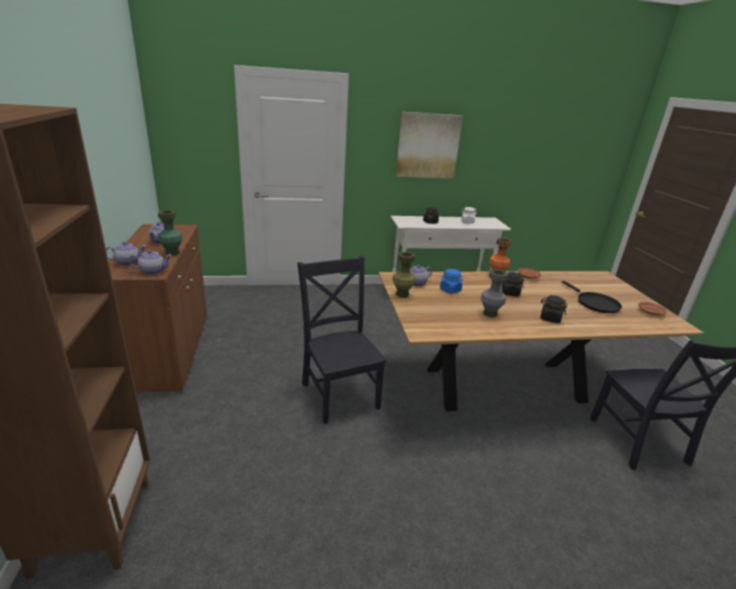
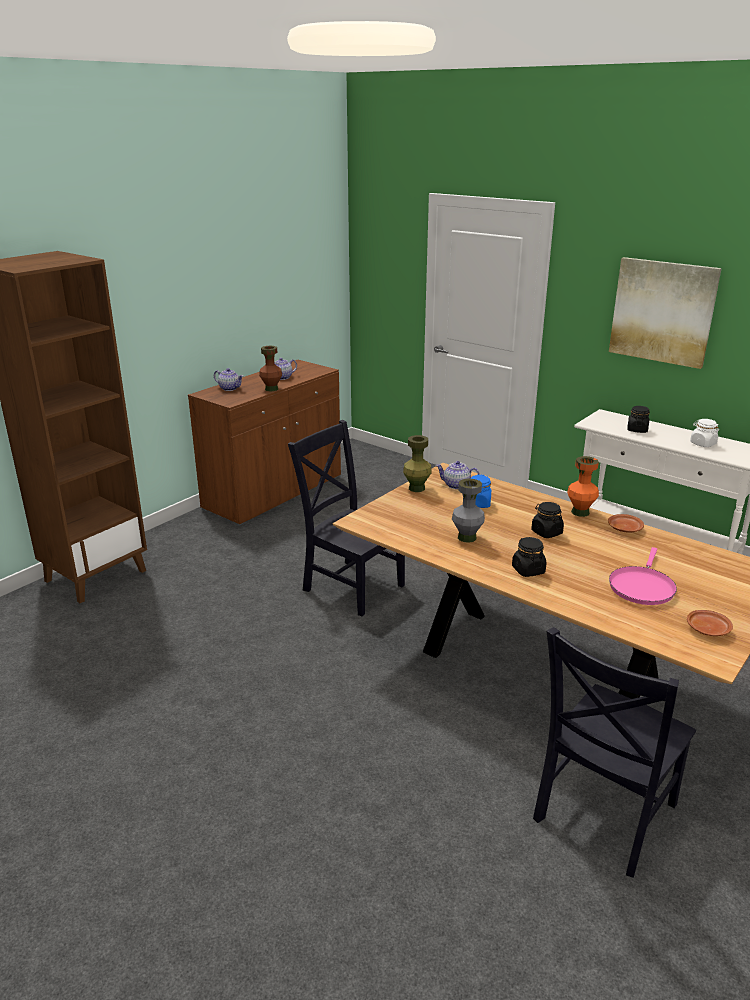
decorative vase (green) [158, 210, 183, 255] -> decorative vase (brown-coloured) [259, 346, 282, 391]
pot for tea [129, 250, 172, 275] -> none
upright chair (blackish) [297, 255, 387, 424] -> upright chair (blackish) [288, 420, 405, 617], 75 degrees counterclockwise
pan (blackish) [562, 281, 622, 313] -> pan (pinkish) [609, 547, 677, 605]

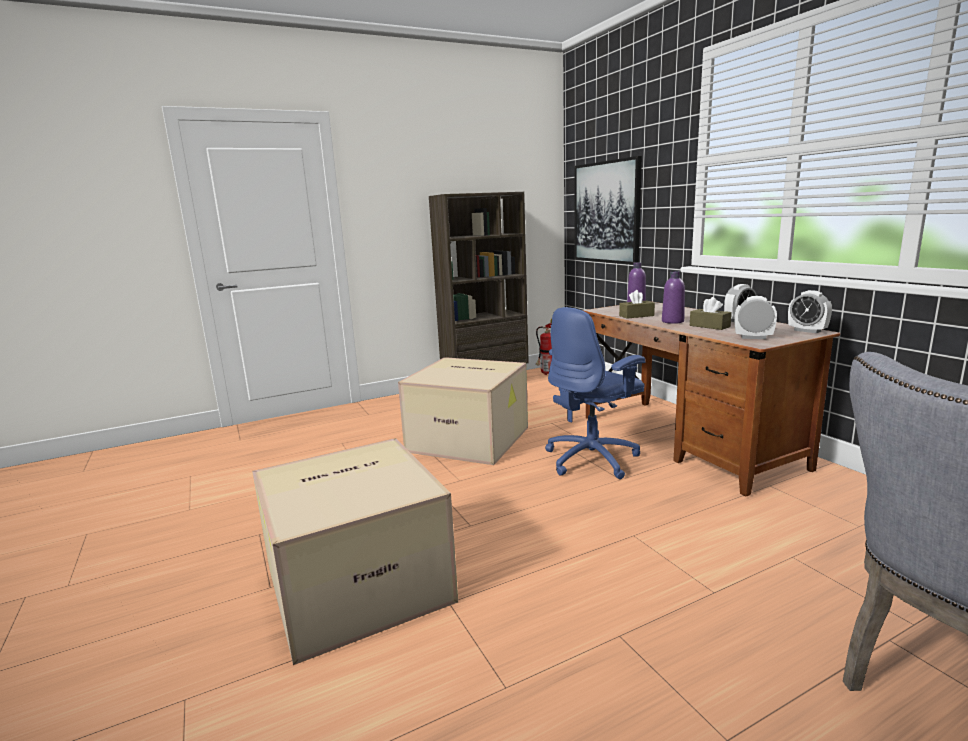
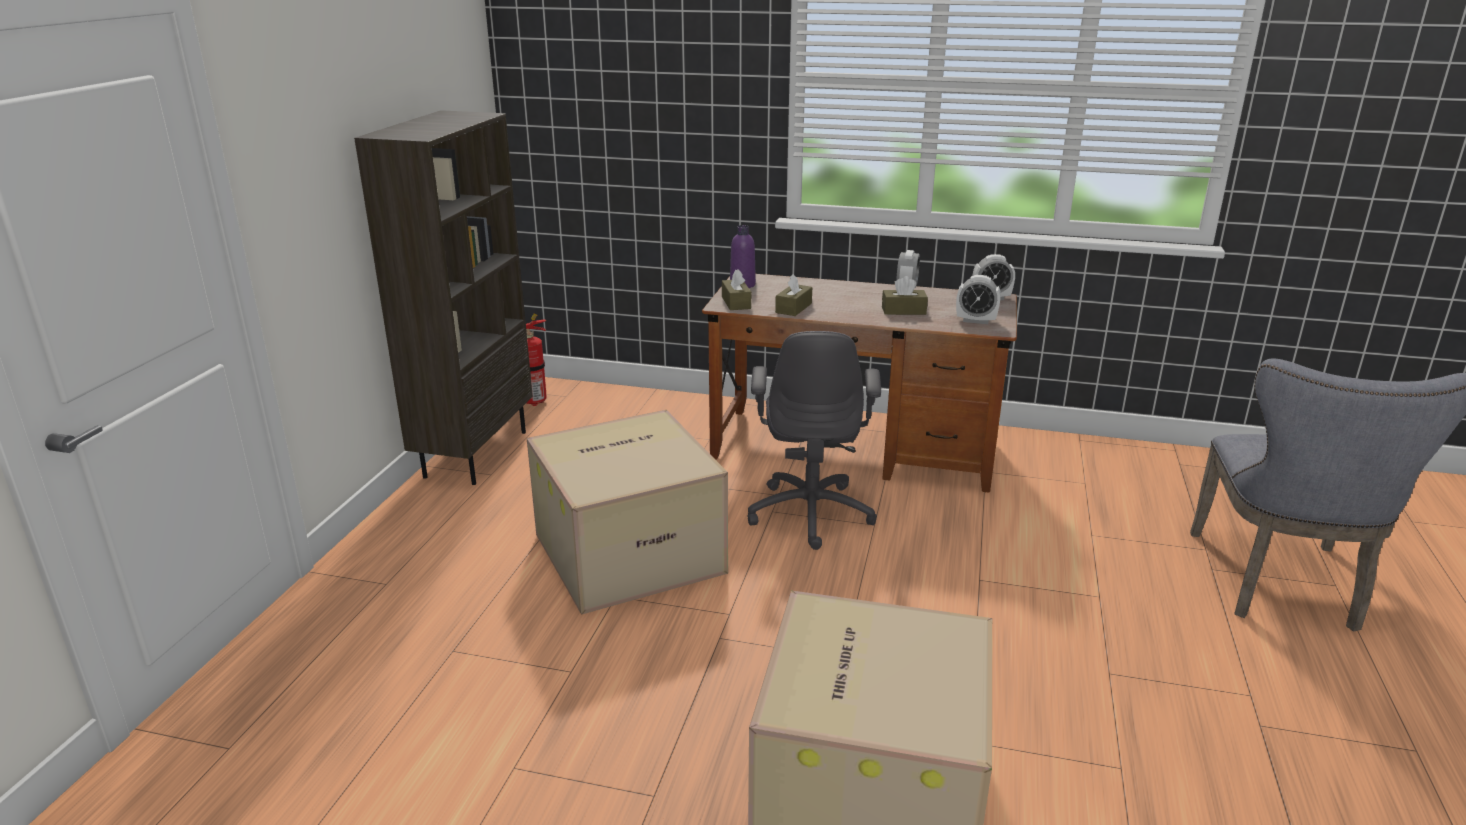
wall picture [574, 156, 642, 265] -> none
drink bottle (purple-coloured) [662, 271, 685, 324] -> none
table clock [734, 296, 777, 339] -> table clock [956, 275, 1001, 324], 135 degrees counterclockwise
office chair (blue-coloured) [545, 307, 646, 479] -> office chair (grey) [747, 331, 881, 550]
none -> tissue holder (brown-coloured) [722, 270, 751, 310]

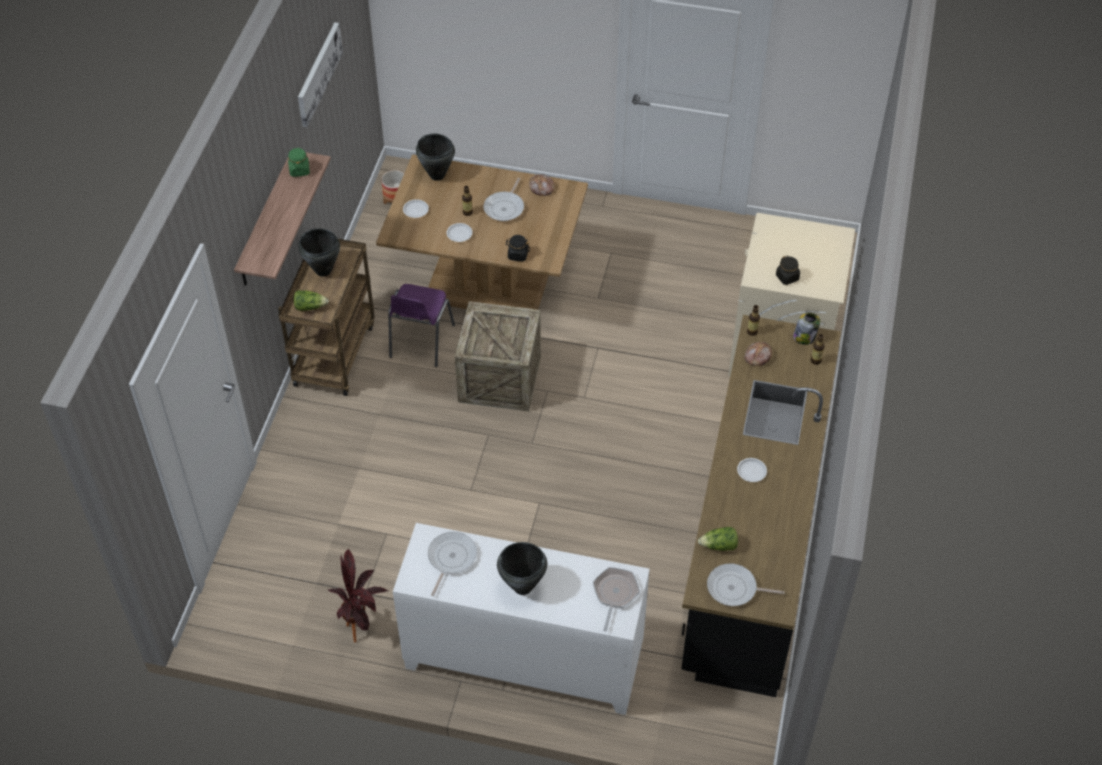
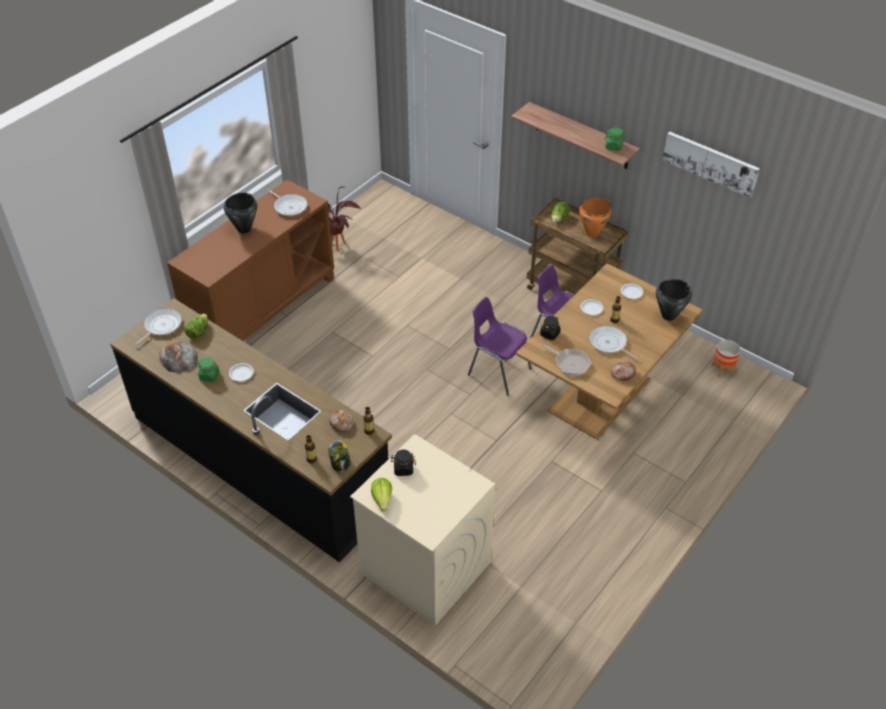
stockpot (blackish) [299, 228, 340, 277] -> stockpot (orange) [579, 198, 612, 237]
shipping crate [455, 301, 541, 411] -> upright chair (purple-coloured) [468, 297, 531, 396]
cupboard (whitish) [393, 523, 650, 715] -> cupboard (brown-coloured) [167, 180, 334, 341]
pan [593, 567, 640, 631] -> pan [541, 344, 592, 376], shifted
none -> bakery bread [159, 342, 198, 373]
none -> storage jar (green) [196, 357, 220, 382]
none -> head of lettuce [371, 478, 392, 512]

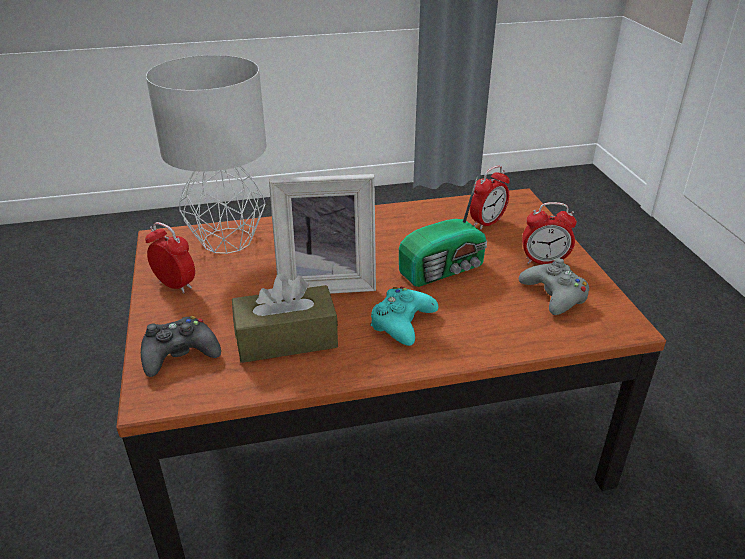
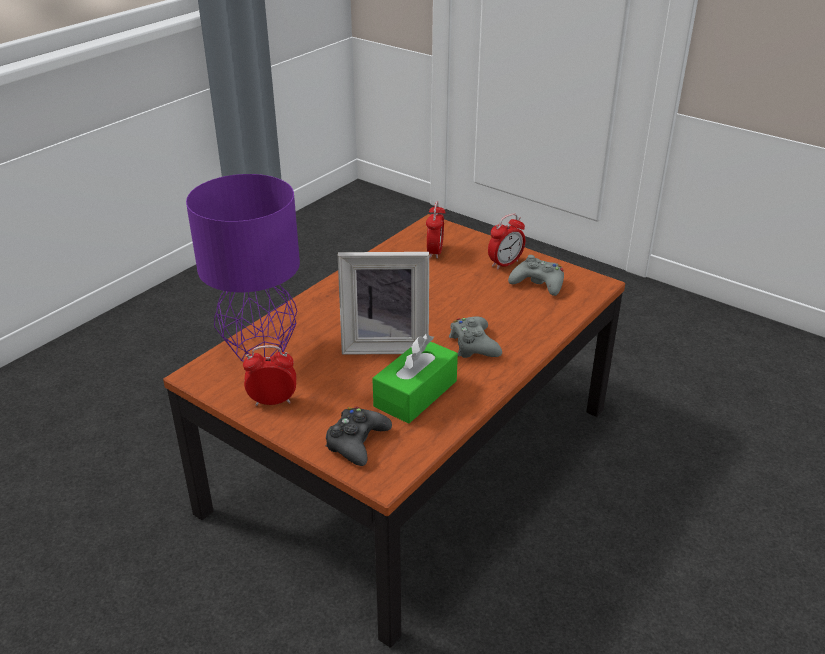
table lamp (grey) [146, 55, 266, 254] -> table lamp (purple-coloured) [186, 174, 300, 362]
photo frame [269, 174, 376, 294] -> photo frame [338, 252, 429, 355], 45 degrees clockwise
radio set [399, 177, 487, 287] -> none
tissue holder (brown-coloured) [232, 273, 338, 363] -> tissue holder (green) [372, 334, 458, 424]
joypad (turquoise) [370, 287, 438, 346] -> joypad (grey) [449, 316, 502, 358]

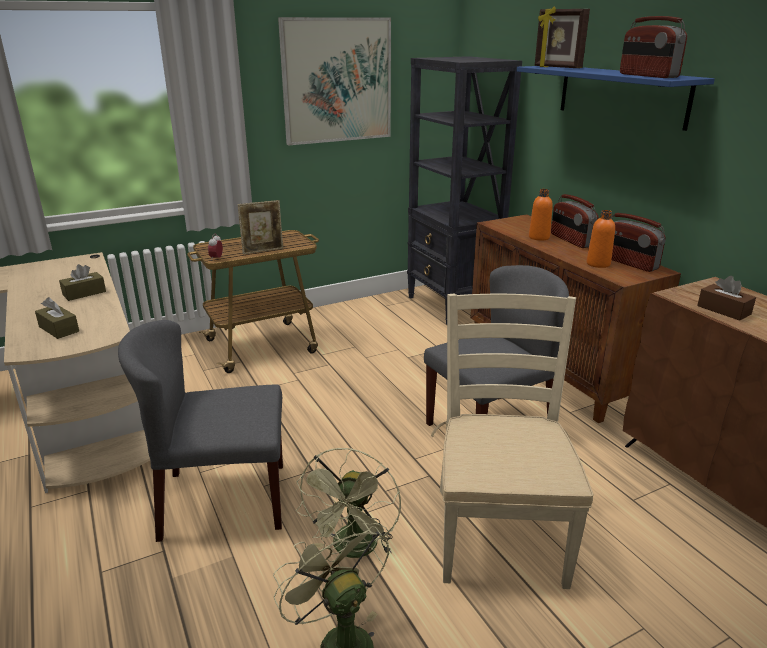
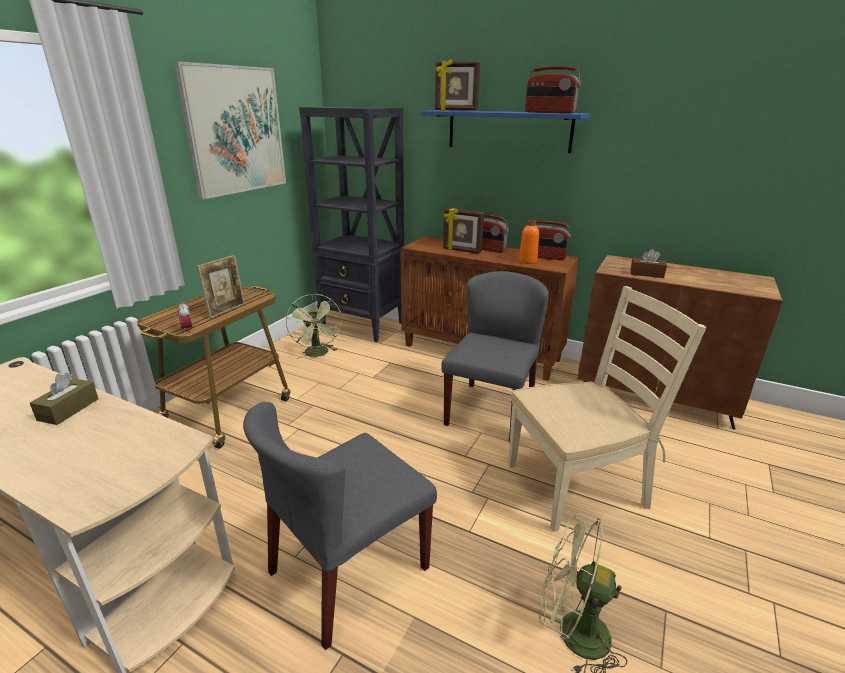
drink bottle (orange) [529, 189, 553, 241] -> photo frame [443, 208, 484, 254]
upright chair (beige-coloured) [431, 293, 594, 589] -> upright chair (beige-coloured) [508, 286, 706, 532], 105 degrees clockwise
tissue holder (brown-coloured) [35, 297, 79, 339] -> none
fan (green) [296, 448, 401, 558] -> fan (green) [286, 294, 342, 359], shifted

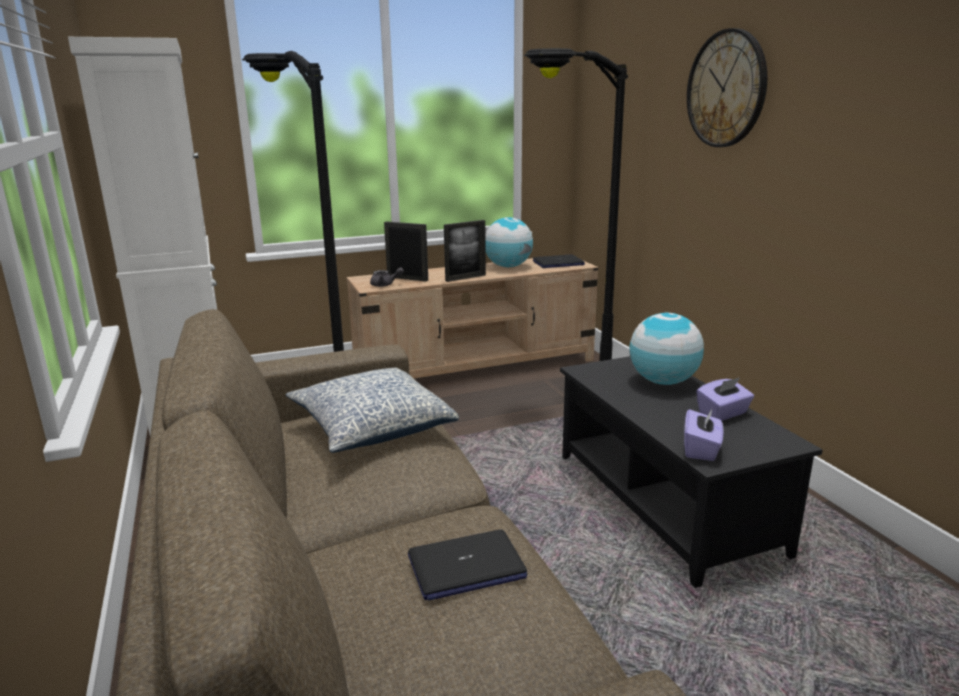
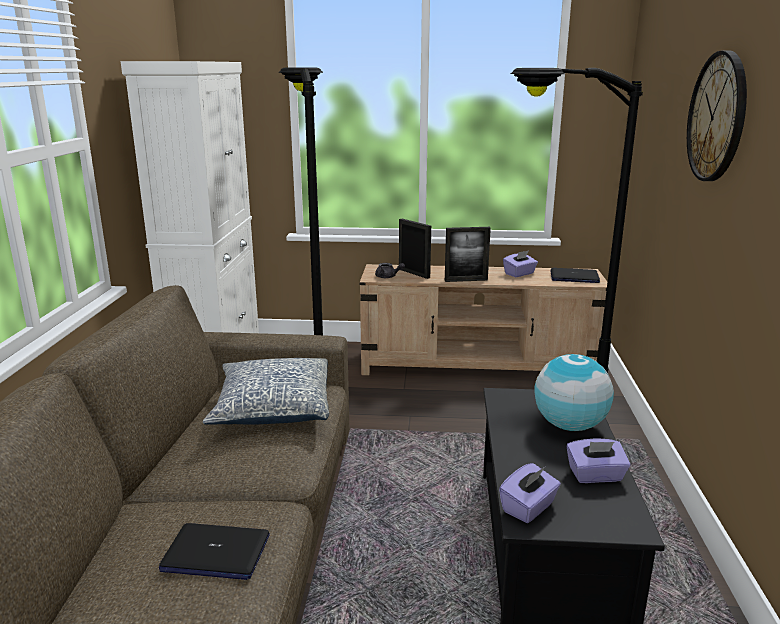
world globe [485, 217, 533, 267] -> tissue holder (purple-coloured) [503, 250, 538, 277]

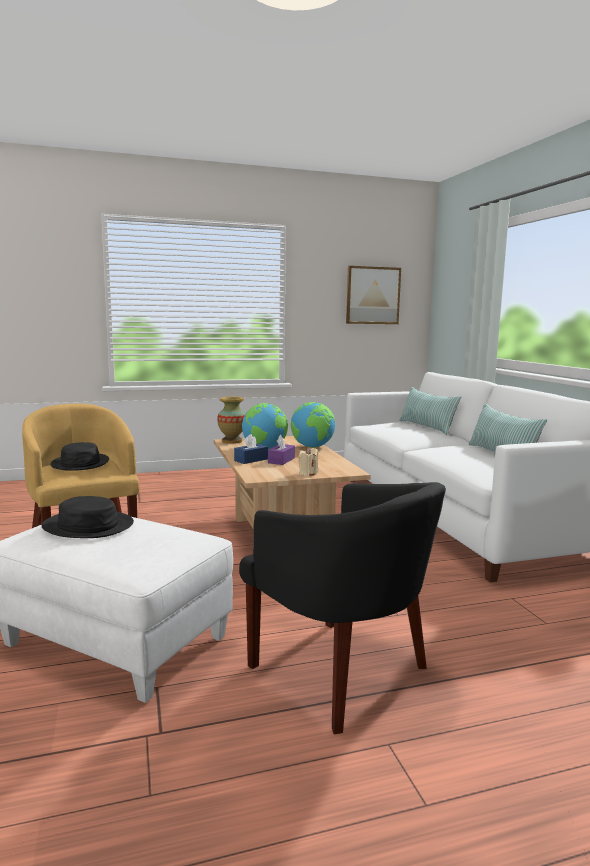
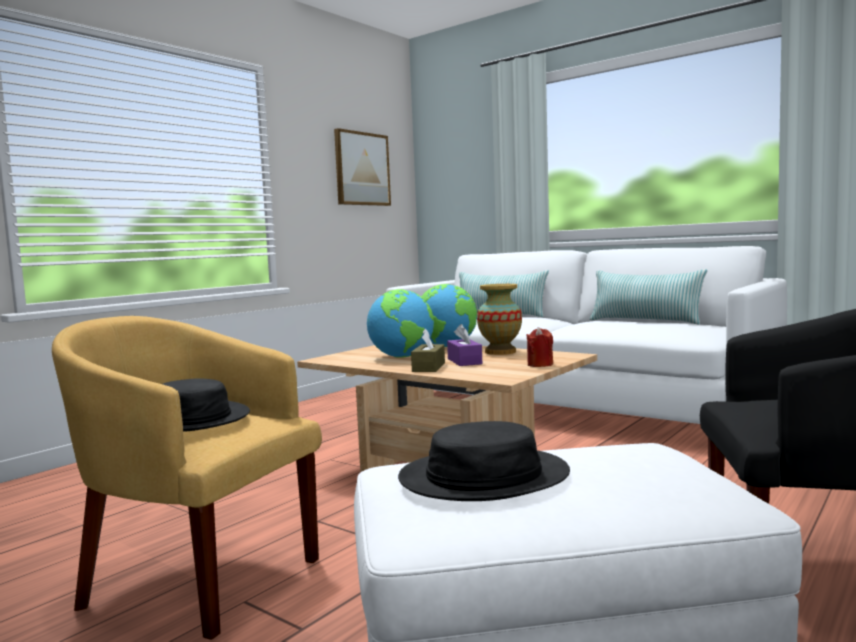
decorative vase [217, 396, 245, 444] -> decorative vase [477, 284, 522, 355], shifted
tissue holder (blue-coloured) [234, 434, 268, 464] -> tissue holder (brown-coloured) [411, 328, 445, 372]
wax light (beige-coloured) [298, 447, 318, 476] -> wax light (reddish) [526, 327, 553, 367]

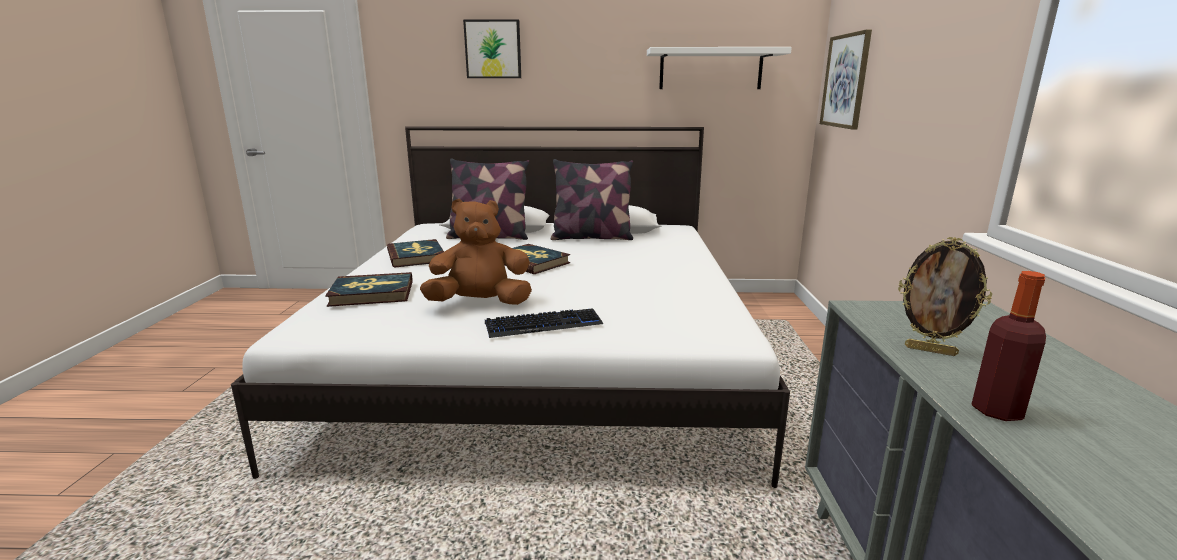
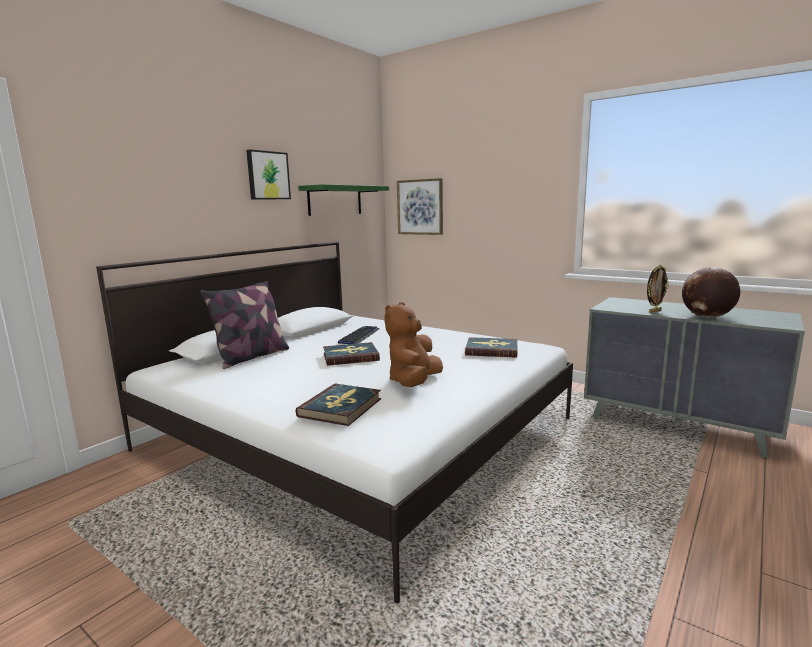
wall picture [463, 19, 521, 78] -> wall picture [246, 149, 291, 199], shifted
shelf (whitish) [647, 47, 792, 89] -> shelf (green) [298, 184, 389, 216]
throw pillow [550, 159, 633, 240] -> none
bound book [387, 239, 444, 268] -> bound book [465, 337, 517, 358], shifted
drink bottle [972, 271, 1046, 421] -> world globe [682, 267, 740, 318]
computer keyboard [485, 308, 603, 338] -> computer keyboard [338, 326, 379, 344], shifted

